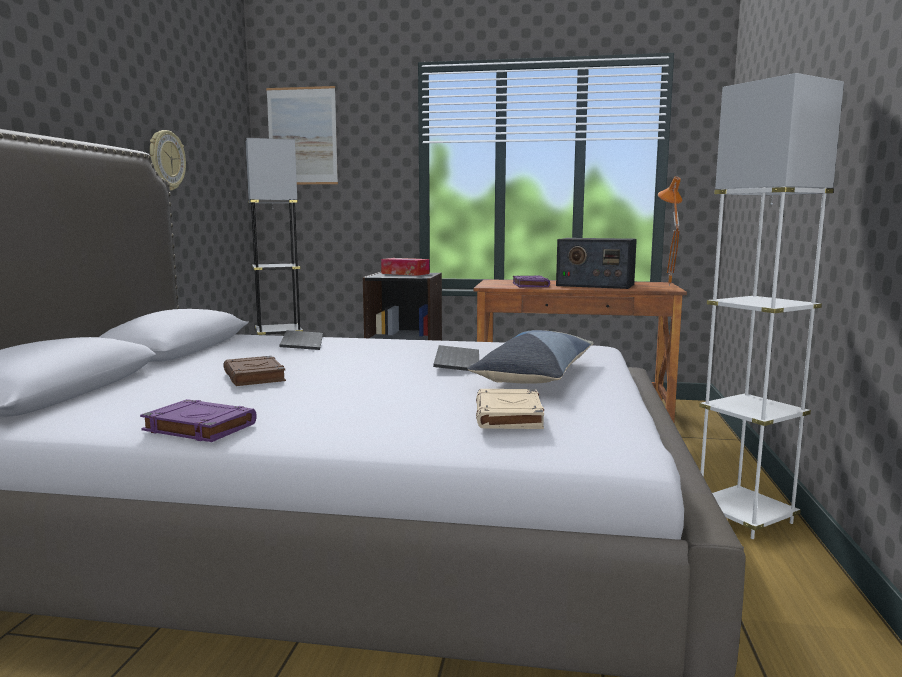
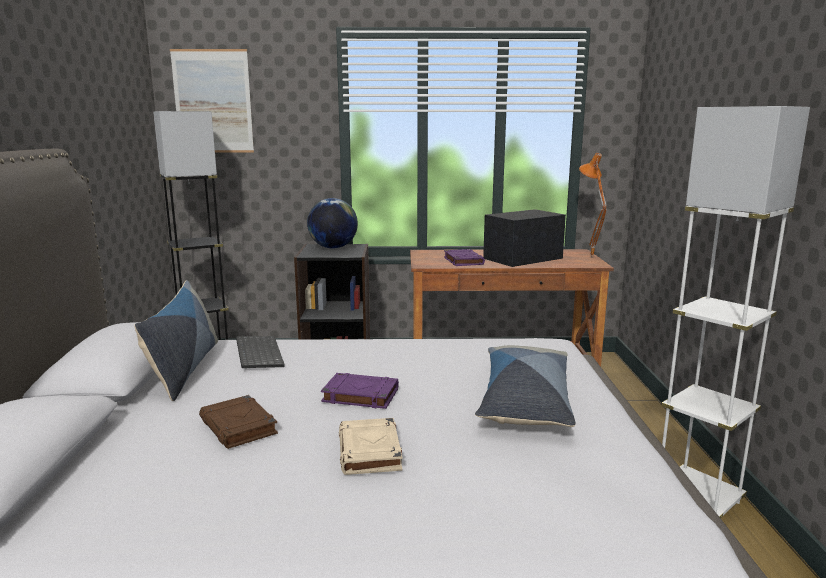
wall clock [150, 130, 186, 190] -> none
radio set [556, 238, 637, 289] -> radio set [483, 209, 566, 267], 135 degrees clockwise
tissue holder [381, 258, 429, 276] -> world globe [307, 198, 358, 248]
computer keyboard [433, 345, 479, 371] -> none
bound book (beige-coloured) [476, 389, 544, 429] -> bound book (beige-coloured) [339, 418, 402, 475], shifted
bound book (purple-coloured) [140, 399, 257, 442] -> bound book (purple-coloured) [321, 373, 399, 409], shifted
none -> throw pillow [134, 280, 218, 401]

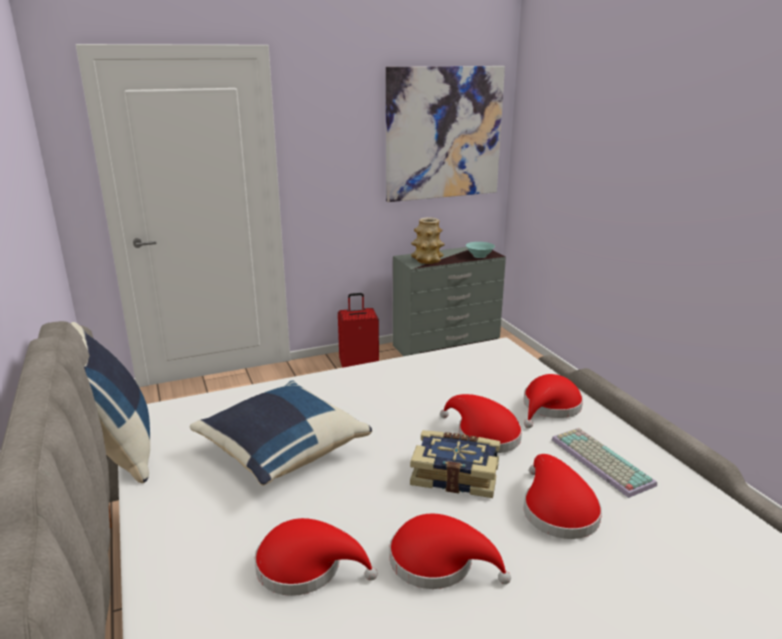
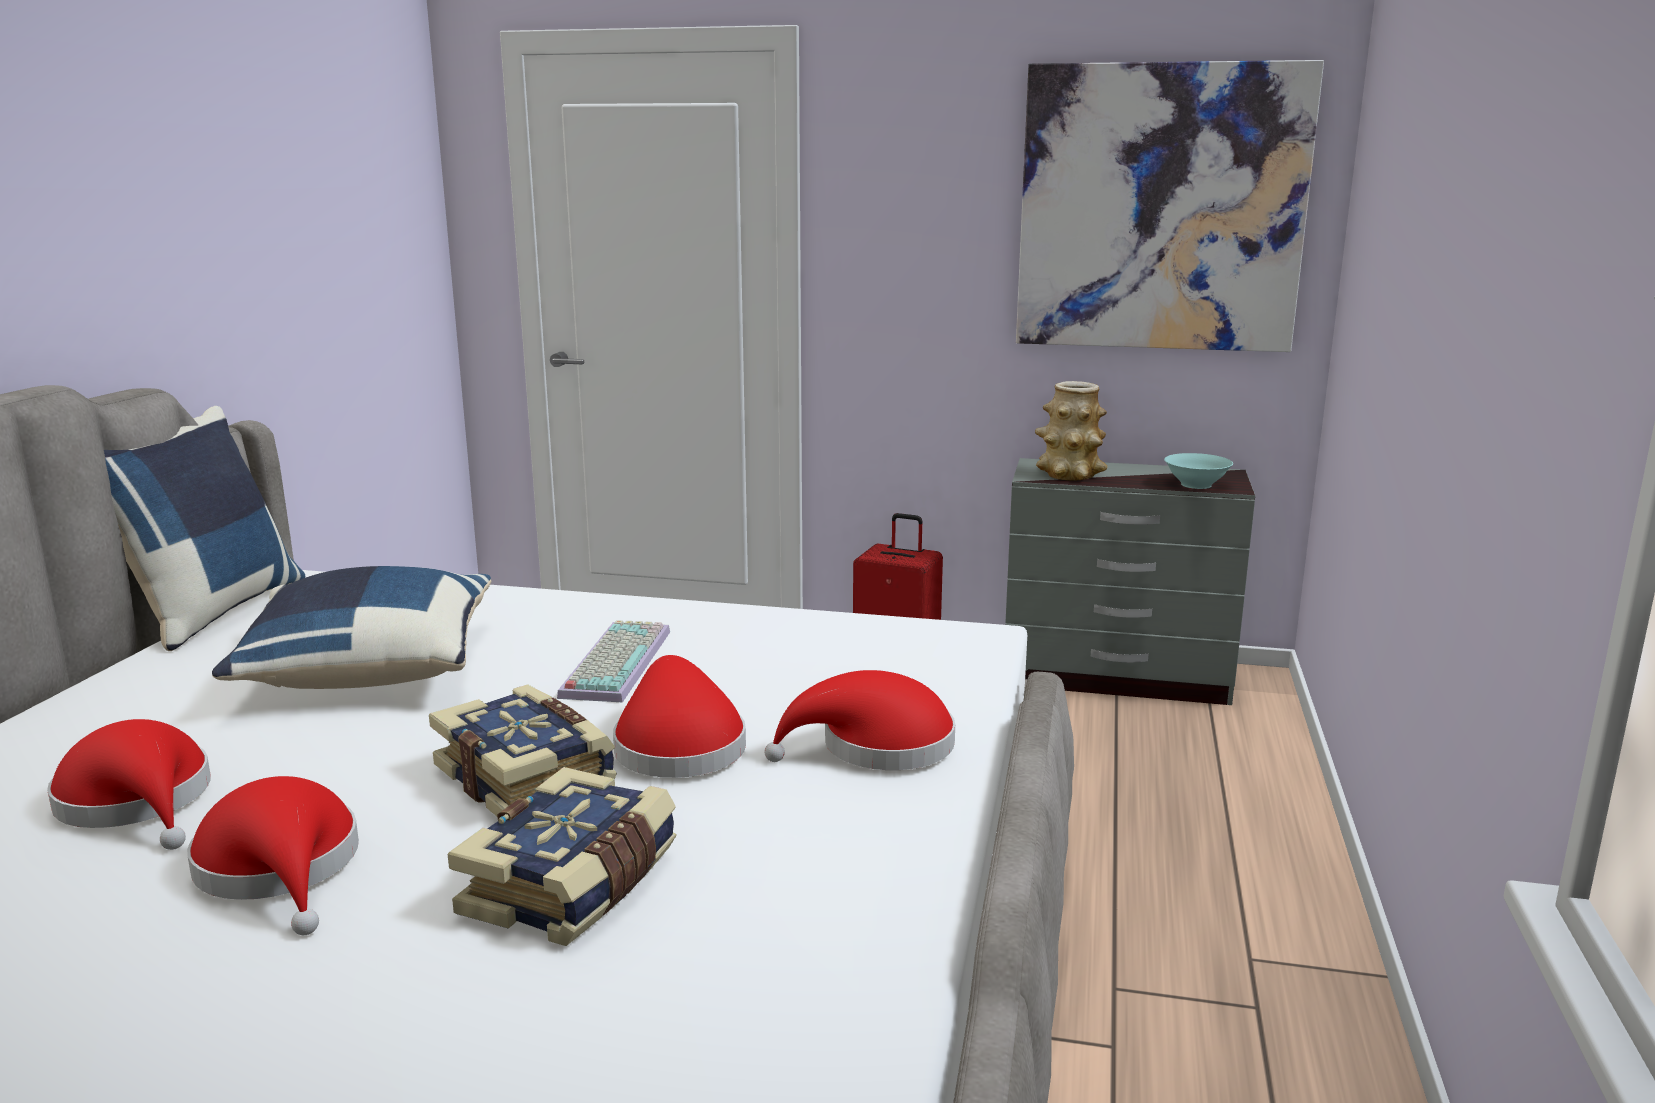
computer keyboard [552, 428, 657, 498] -> computer keyboard [557, 620, 670, 703], shifted
clothing hat (reddish) [524, 454, 602, 539] -> bound book [448, 767, 677, 946]

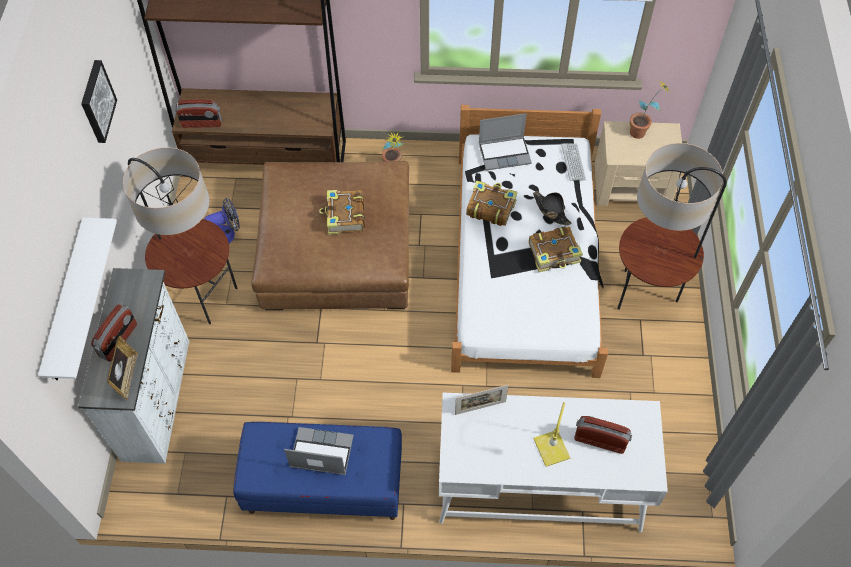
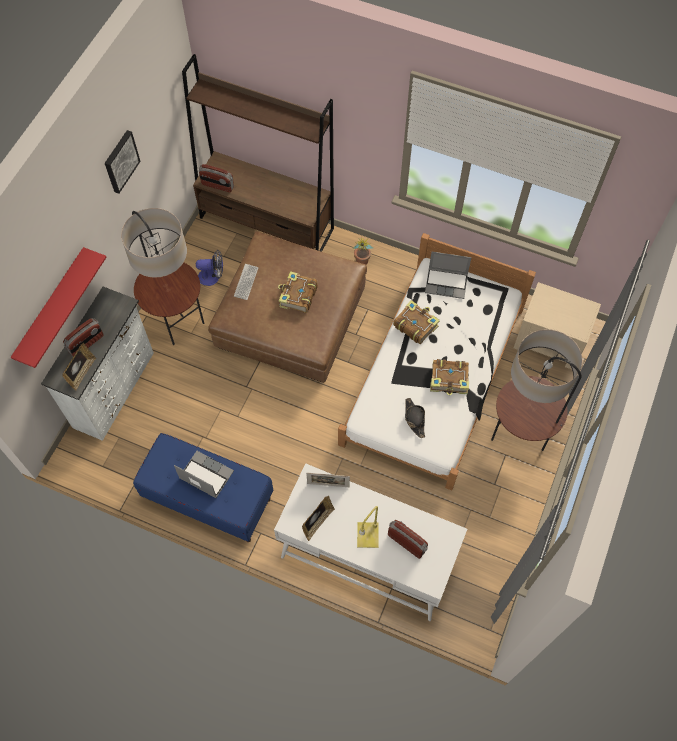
houseplant [630, 79, 672, 139] -> none
computer keyboard [561, 143, 586, 181] -> computer keyboard [234, 264, 258, 300], shifted
clothing hat (blackish) [533, 191, 572, 226] -> clothing hat (blackish) [405, 398, 425, 438], shifted
shelf (whitish) [38, 218, 117, 380] -> shelf (reddish) [11, 247, 106, 368]
none -> photo frame [302, 496, 335, 541]

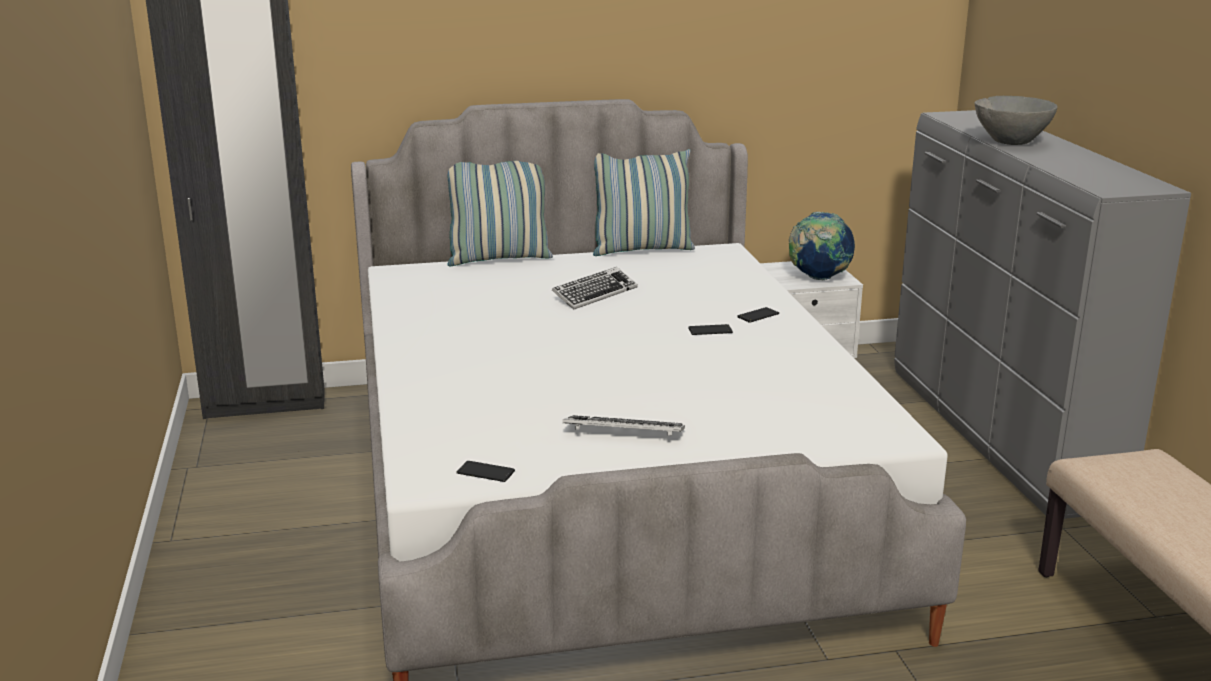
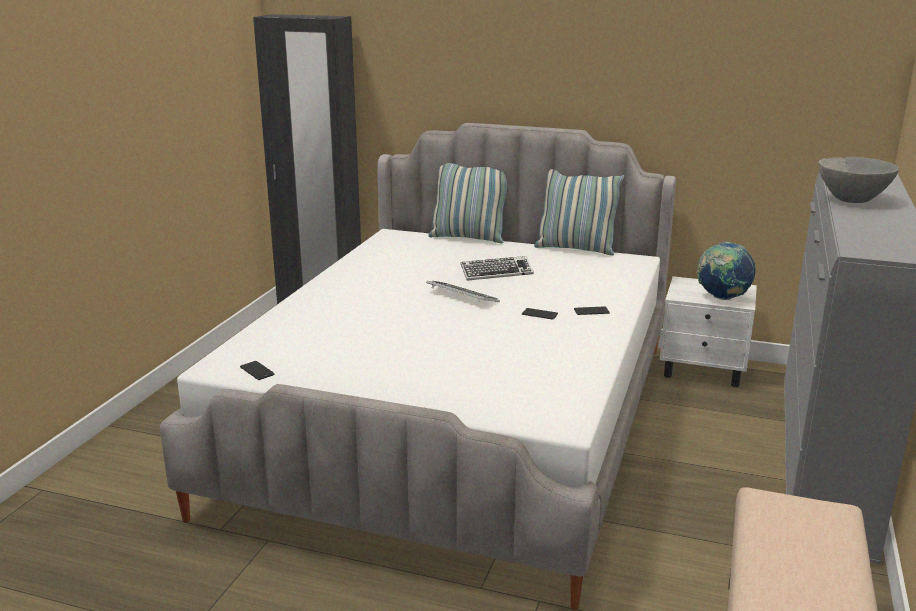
computer keyboard [562, 415, 685, 436] -> computer keyboard [426, 281, 500, 302], shifted

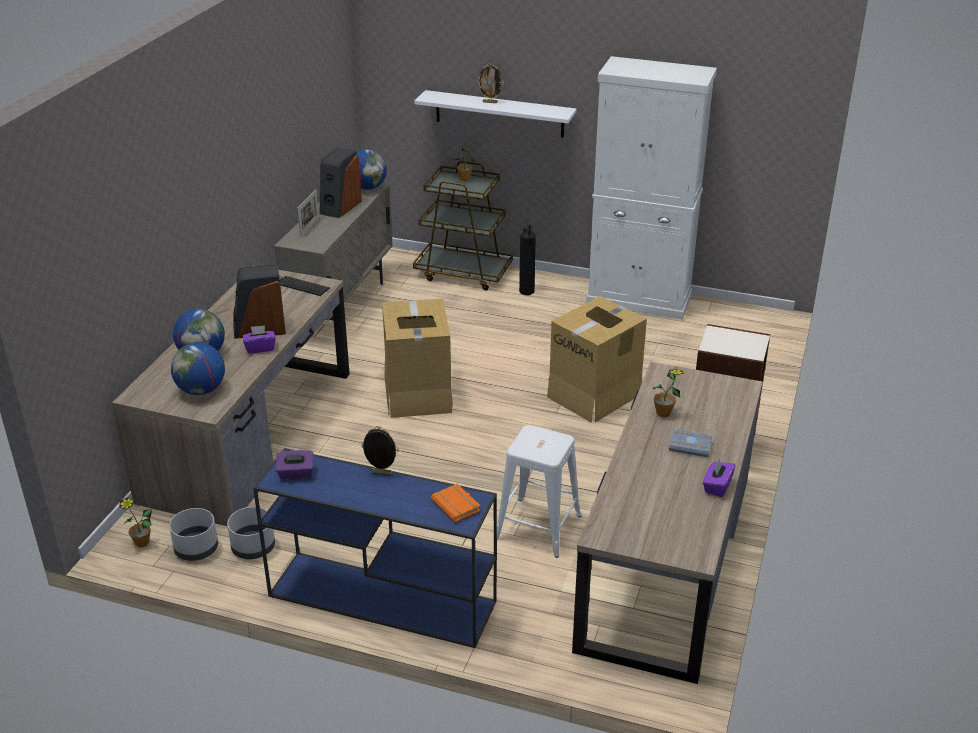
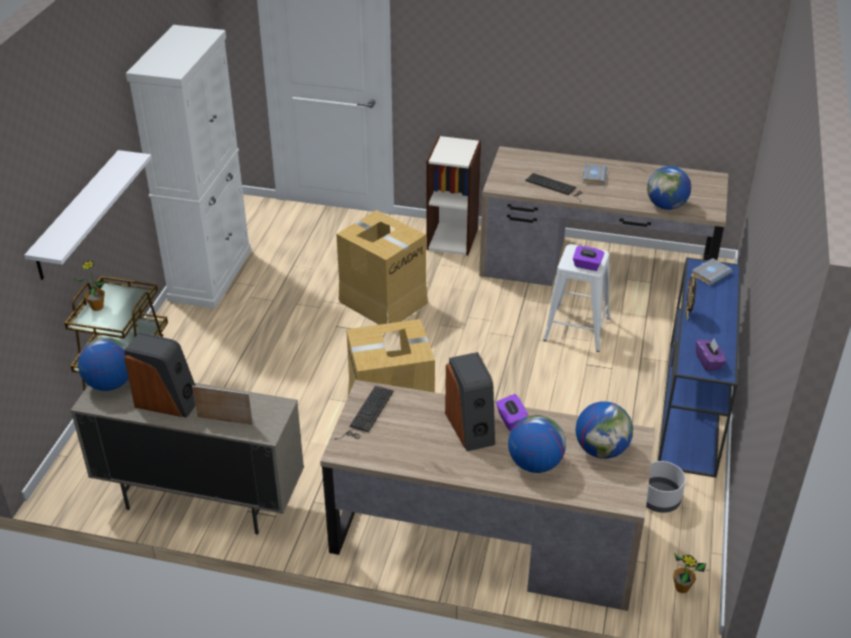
photo frame [477, 63, 504, 103] -> none
fire-fighting cylinder [519, 225, 536, 295] -> none
houseplant [653, 369, 684, 417] -> computer keyboard [525, 173, 583, 202]
tissue holder (purple-coloured) [703, 459, 736, 497] -> tissue holder (purple-coloured) [573, 246, 604, 271], shifted
bound book (orange) [431, 484, 481, 523] -> bound book (grey) [691, 258, 732, 286]
plant pot (grey) [169, 508, 218, 561] -> none
none -> world globe [647, 166, 691, 210]

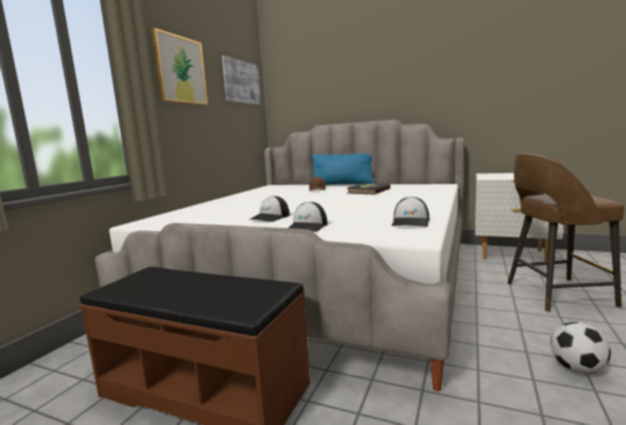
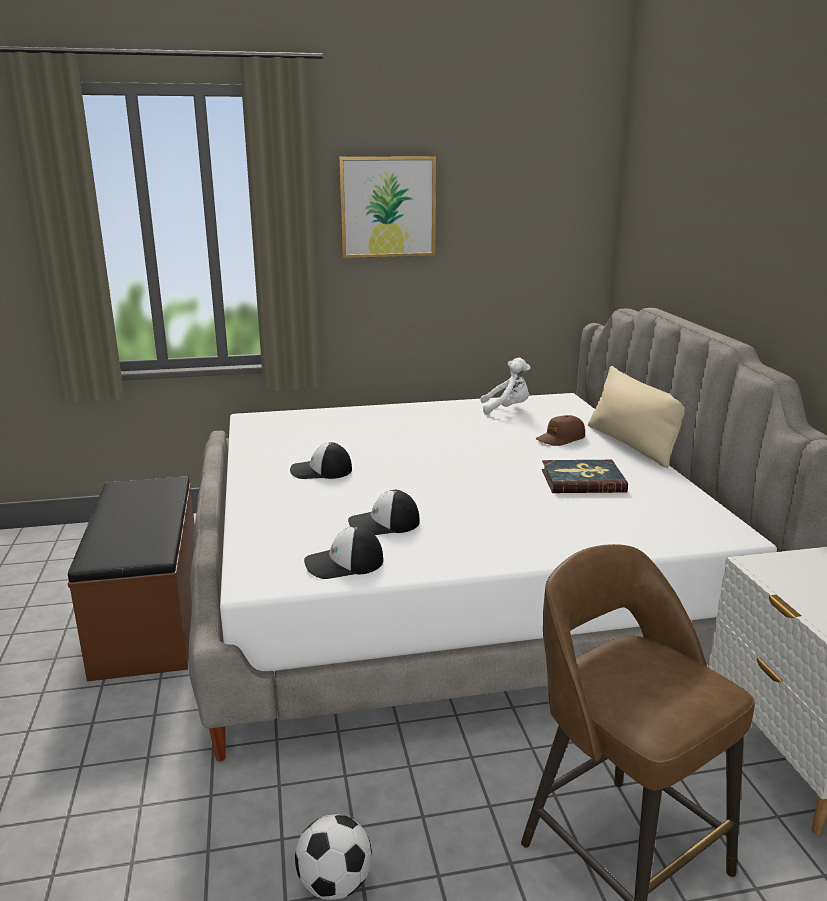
wall picture [222, 56, 261, 105] -> none
throw pillow (blue-coloured) [312, 153, 374, 185] -> throw pillow (beige-coloured) [588, 366, 685, 468]
baseball cap [288, 201, 328, 232] -> baseball cap [348, 490, 420, 535], shifted
none -> plush toy (whitish) [480, 358, 530, 415]

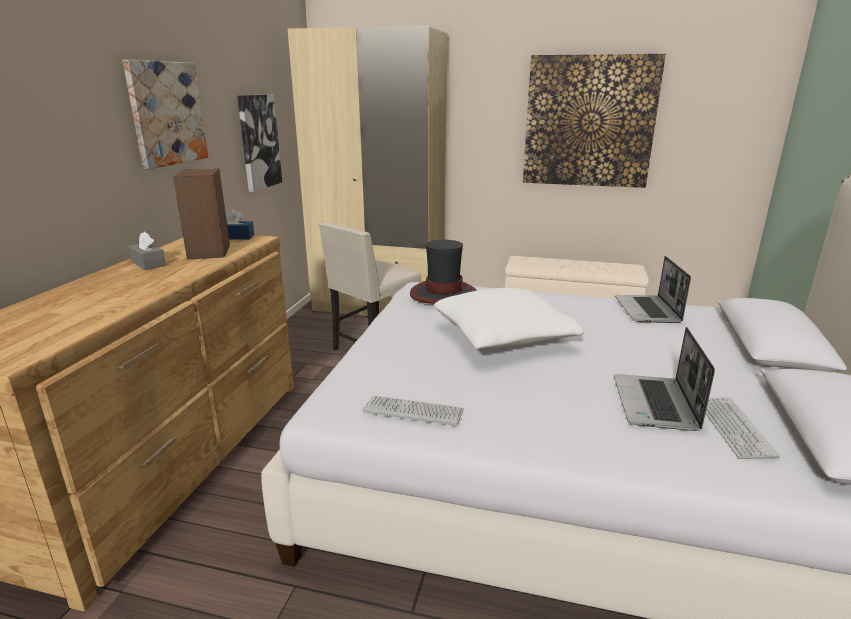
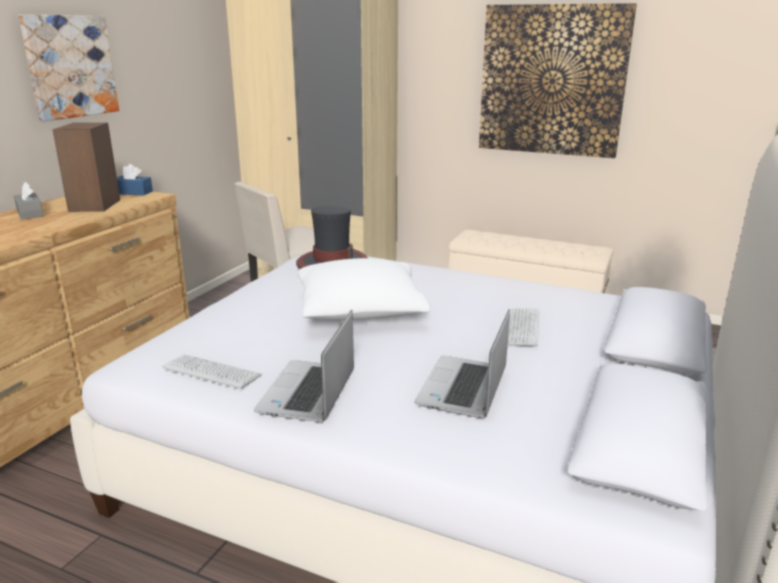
wall picture [237, 94, 282, 192] -> none
laptop [615, 256, 691, 323] -> laptop [254, 310, 354, 422], shifted
computer keyboard [706, 397, 780, 459] -> computer keyboard [508, 308, 540, 347], shifted

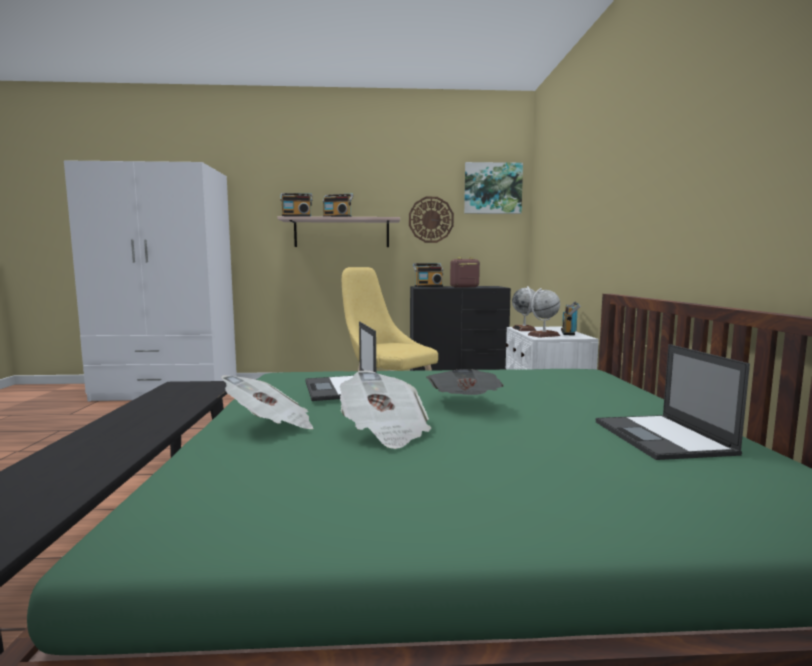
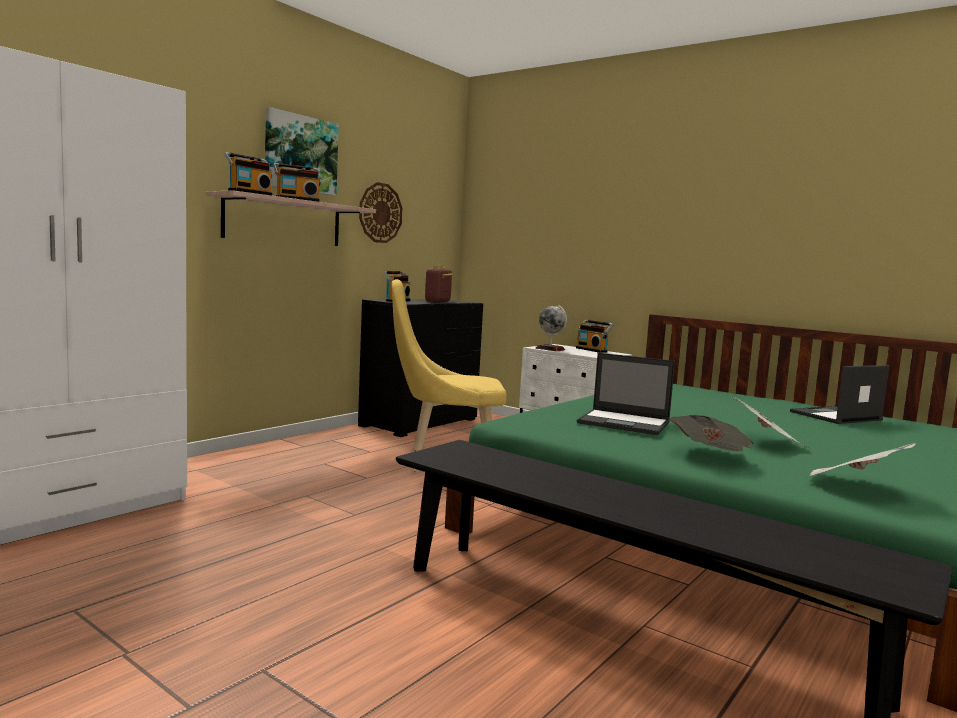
wall picture [464, 162, 523, 214] -> wall picture [265, 107, 339, 196], shifted
world globe [528, 288, 560, 338] -> none
laptop [596, 344, 750, 460] -> laptop [790, 365, 890, 424], 120 degrees clockwise
printed paper [426, 369, 504, 395] -> printed paper [807, 443, 916, 477], shifted

